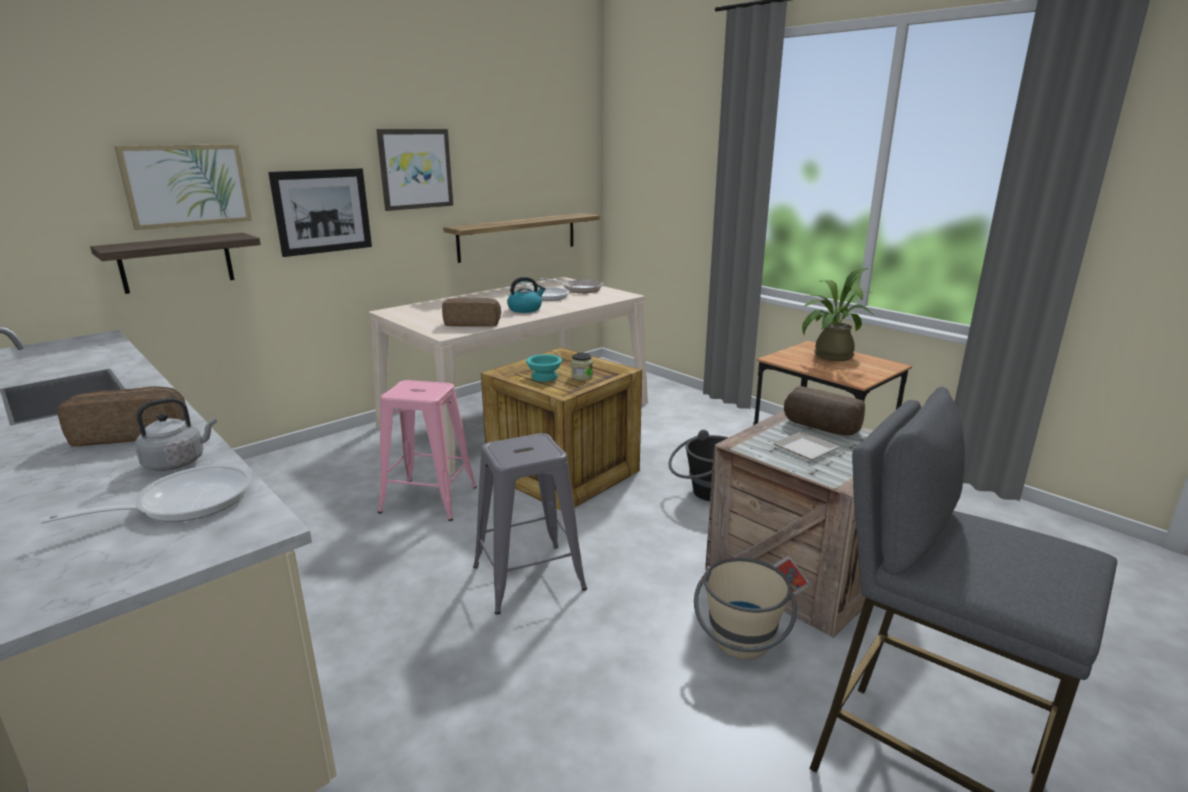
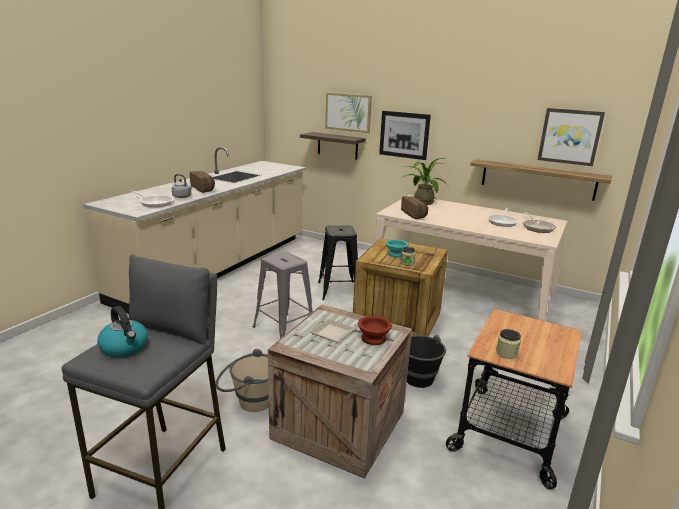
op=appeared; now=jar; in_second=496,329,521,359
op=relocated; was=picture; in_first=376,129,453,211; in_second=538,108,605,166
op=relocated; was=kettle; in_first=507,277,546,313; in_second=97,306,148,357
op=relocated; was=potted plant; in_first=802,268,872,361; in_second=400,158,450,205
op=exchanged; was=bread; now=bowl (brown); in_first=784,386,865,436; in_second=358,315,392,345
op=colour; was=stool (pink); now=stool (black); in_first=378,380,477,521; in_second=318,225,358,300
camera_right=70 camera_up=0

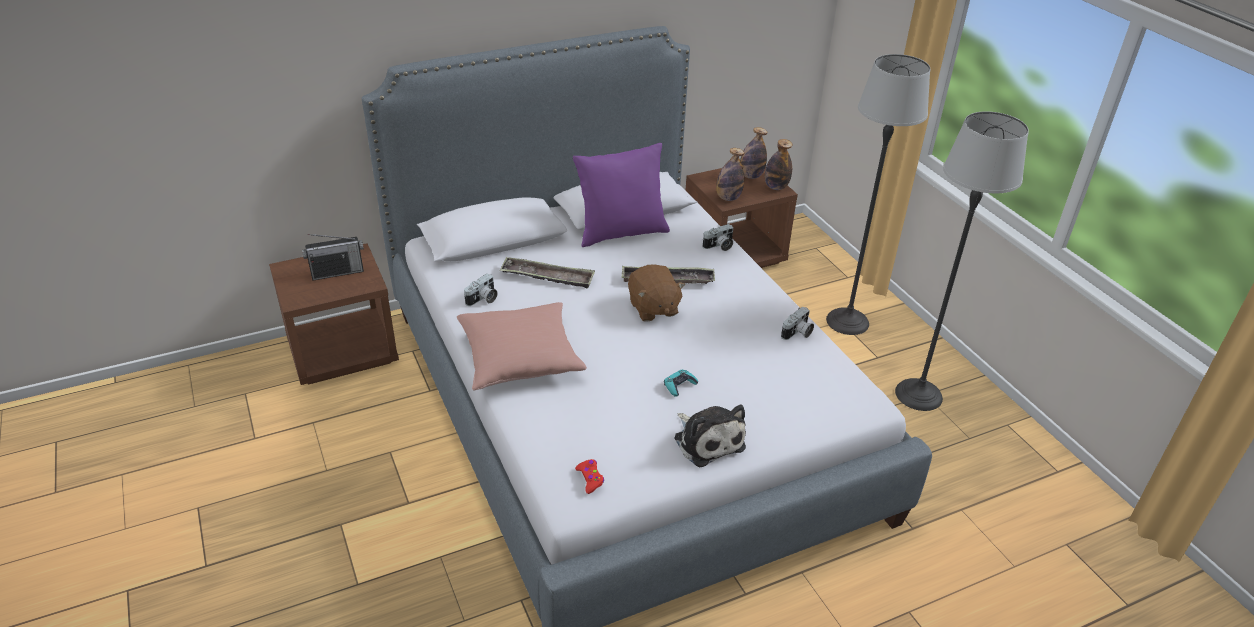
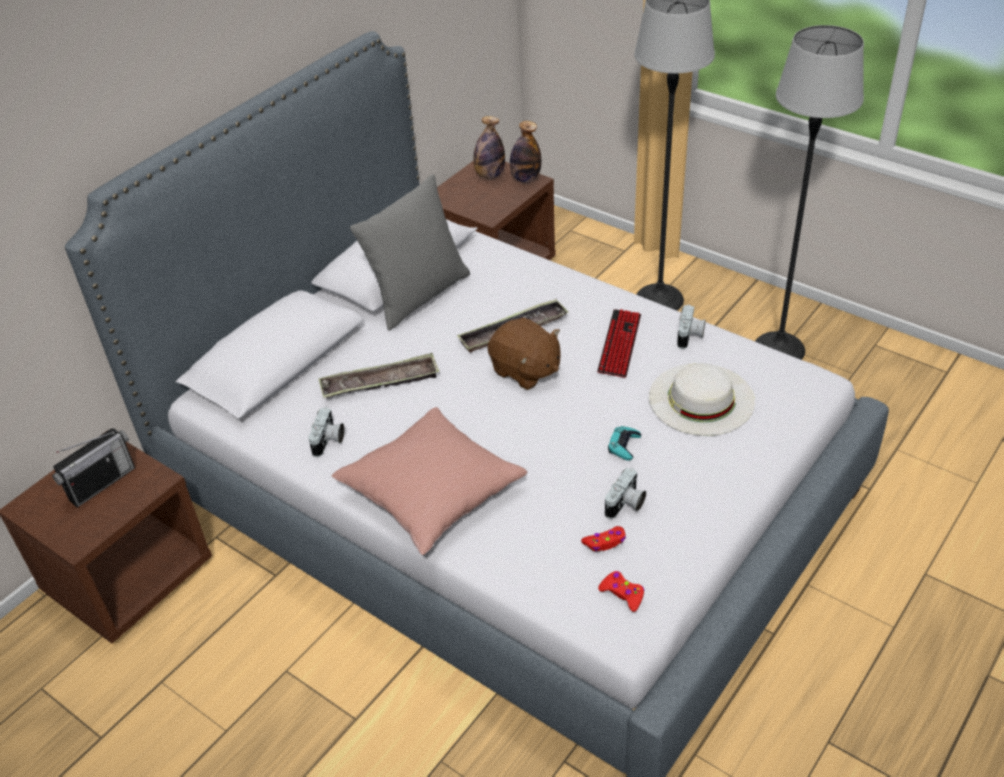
op=missing; was=plush toy; in_first=674,405,746,467
op=missing; was=bottle; in_first=716,148,744,201
op=appeared; now=game controller (red); in_second=581,526,626,552
op=appeared; now=keyboard; in_second=597,309,641,378
op=appeared; now=hat (white); in_second=649,363,755,436
op=relocated; was=photo camera; in_first=702,224,733,251; in_second=605,468,646,519
op=colour; was=pillow (purple); now=pillow (grey); in_first=573,143,670,247; in_second=350,174,470,331
camera_right=-25 camera_up=5

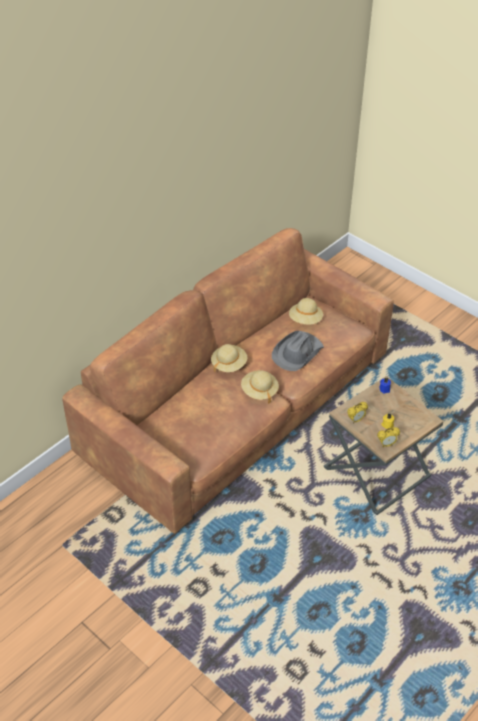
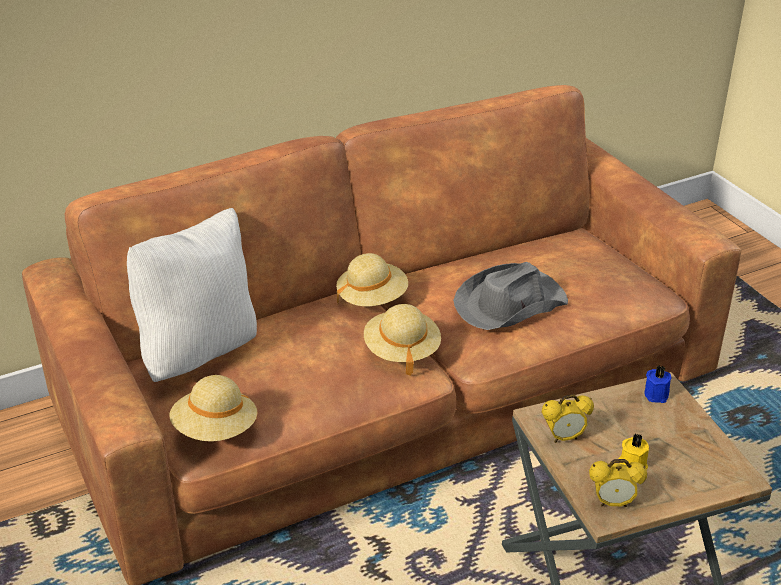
op=appeared; now=pillow (white); in_second=127,208,257,382
op=relocated; was=hat (beige); in_first=289,298,323,325; in_second=169,375,258,442
camera_right=20 camera_up=-10

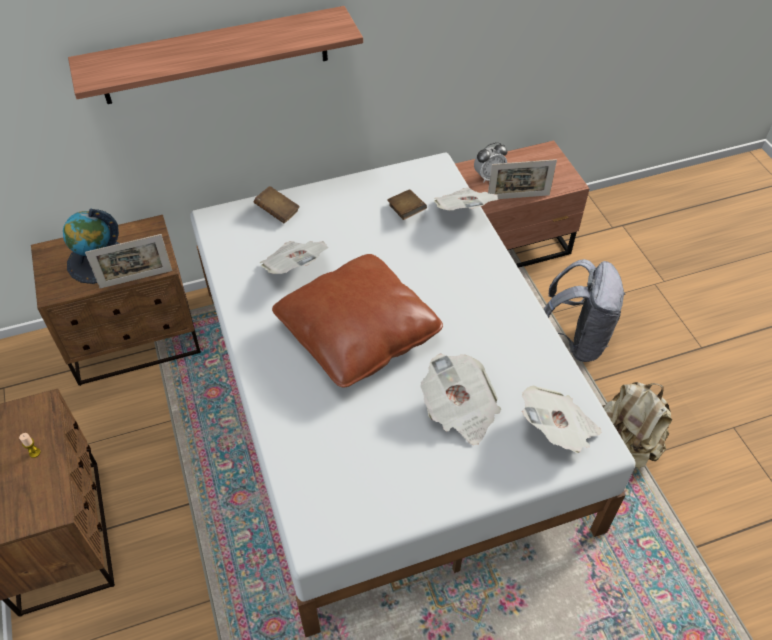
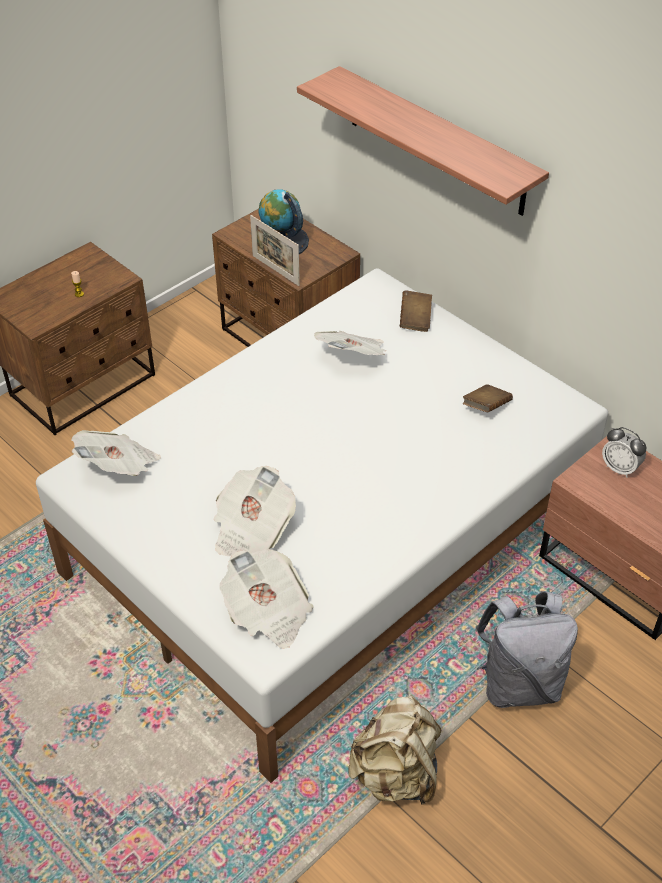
op=missing; was=pillow (brown); in_first=272,254,443,387
op=missing; was=picture frame; in_first=488,159,557,199
op=relocated; was=newspaper; in_first=434,188,498,210; in_second=71,430,161,476
camera_right=65 camera_up=-5

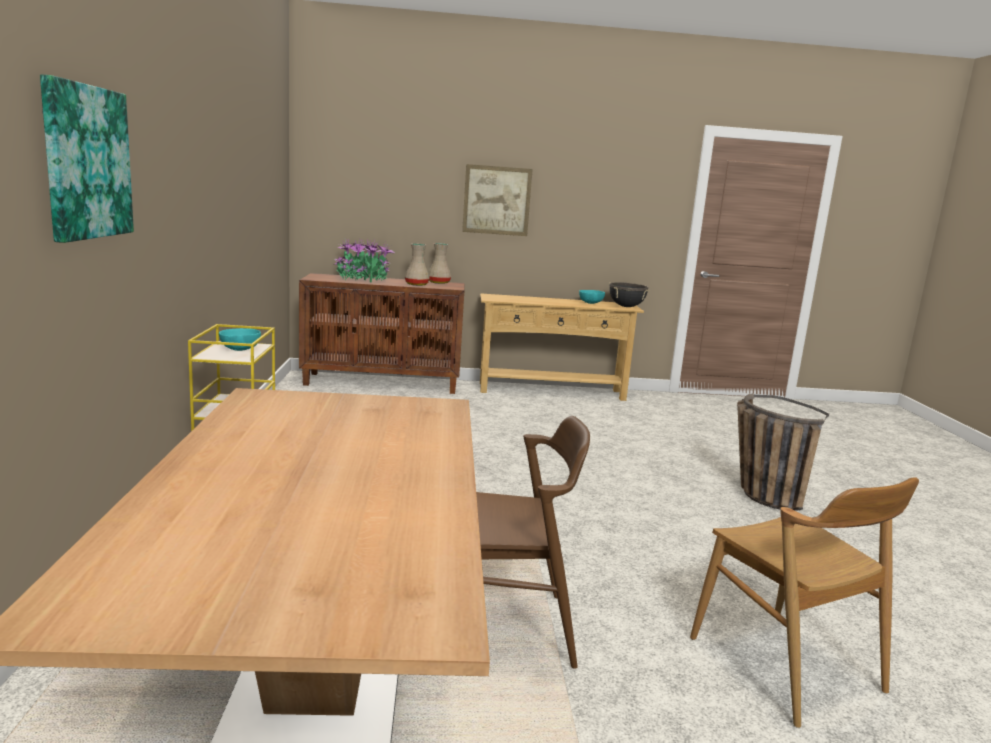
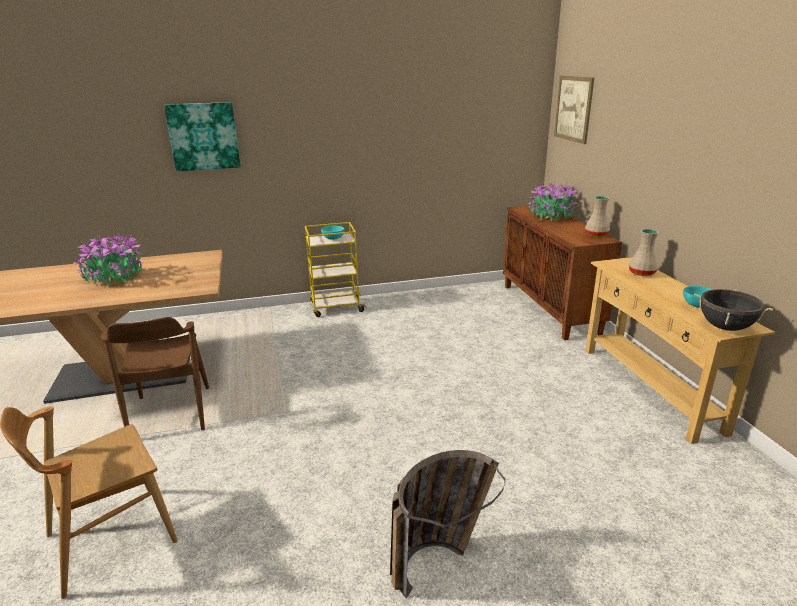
op=appeared; now=potted plant; in_second=73,231,143,287
op=relocated; was=vase (beige); in_first=405,244,430,286; in_second=629,229,659,276
op=relocated; was=picture; in_first=462,164,533,236; in_second=554,76,594,144
camera_right=80 camera_up=10

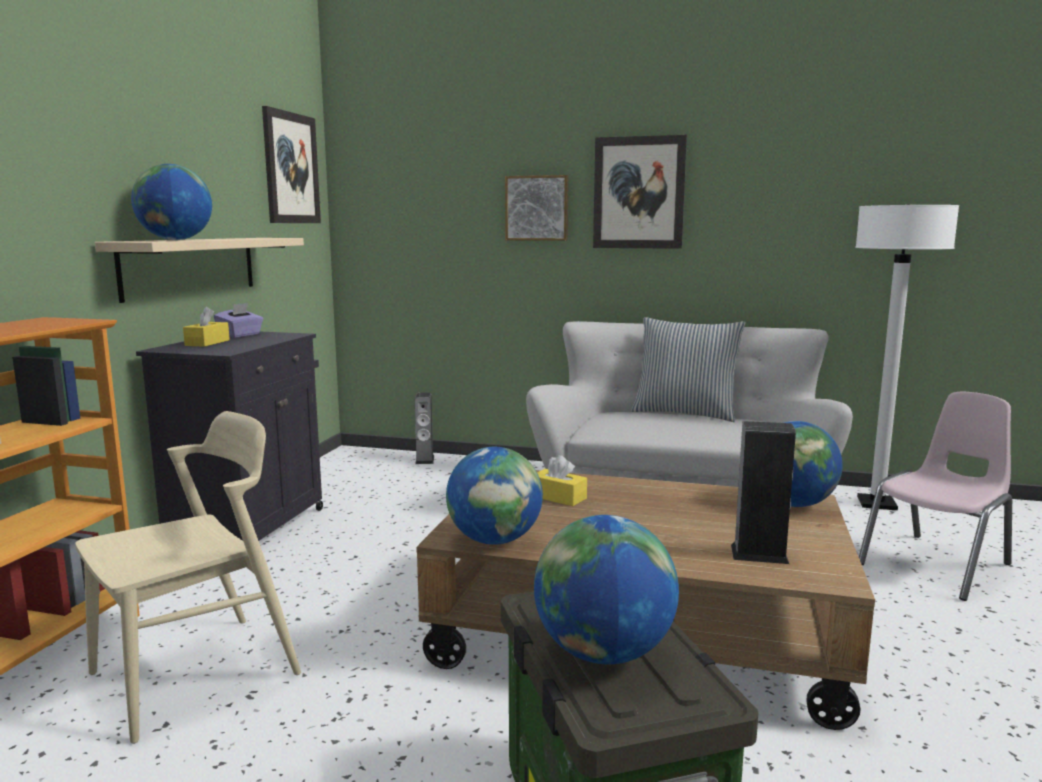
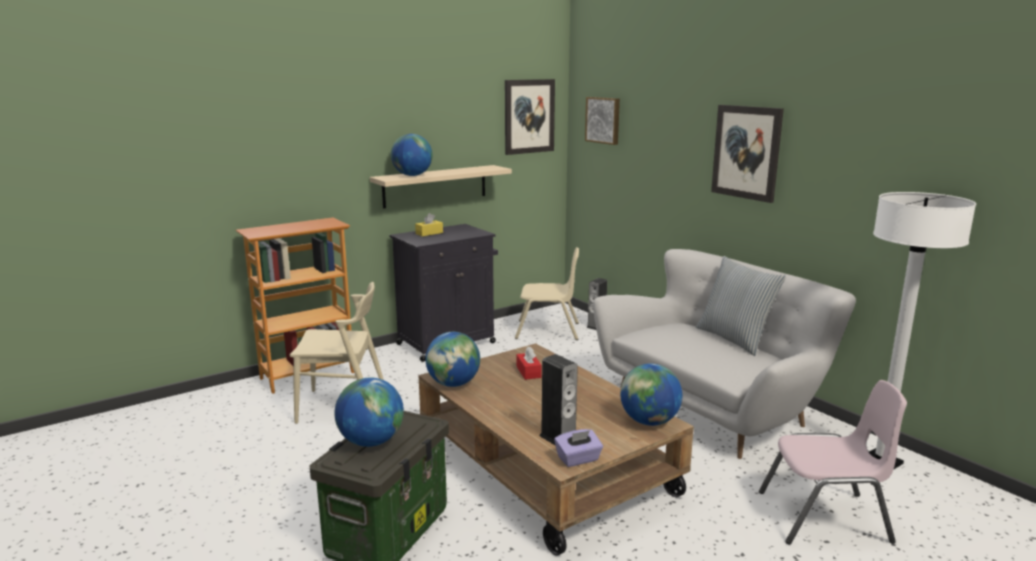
op=appeared; now=chair (beige); in_second=515,247,579,340
op=relocated; was=tissue box (purple); in_first=214,303,263,338; in_second=554,429,603,467
op=relocated; was=picture; in_first=505,175,568,241; in_second=585,97,620,145
op=colour; was=tissue box (yellow); now=tissue box (red); in_first=537,455,587,506; in_second=517,347,542,380
camera_right=40 camera_up=5

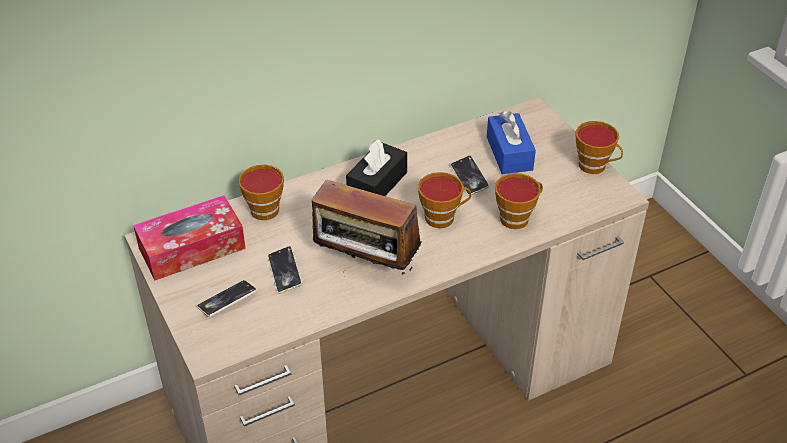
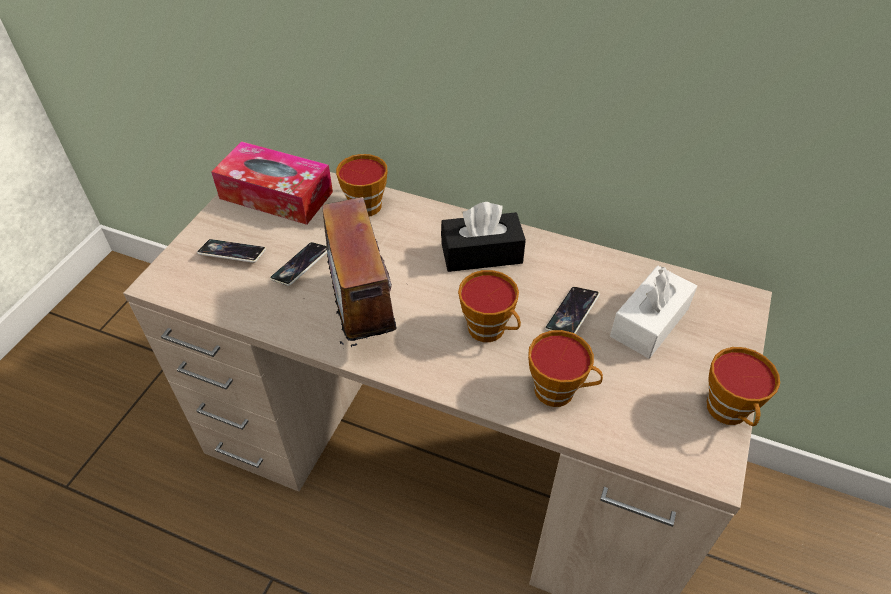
op=colour; was=tissue box (blue); now=tissue box (white); in_first=487,111,536,174; in_second=610,266,697,359
camera_right=50 camera_up=5

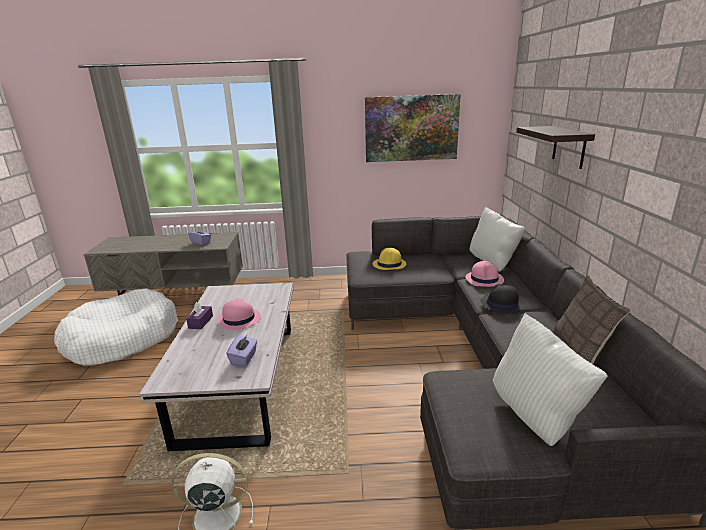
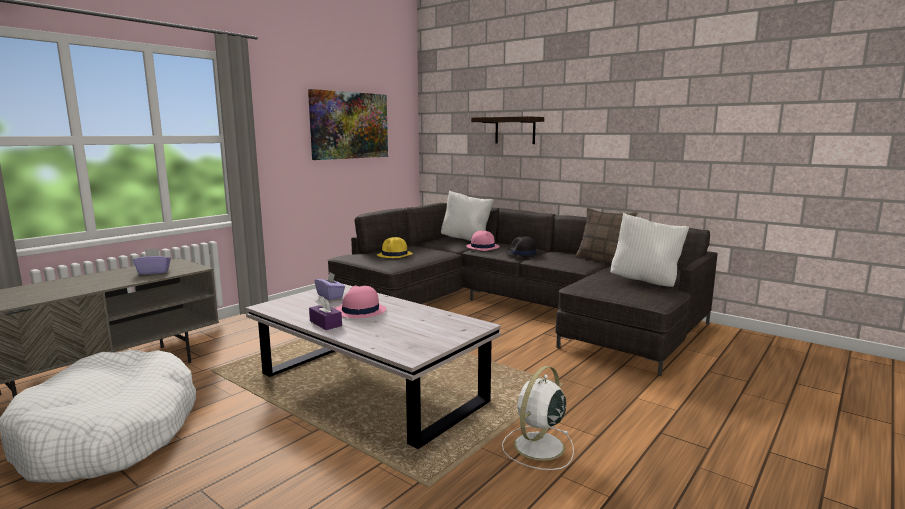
op=relocated; was=tissue box (purple); in_first=226,335,257,366; in_second=315,273,345,300
camera_right=-50 camera_up=-10

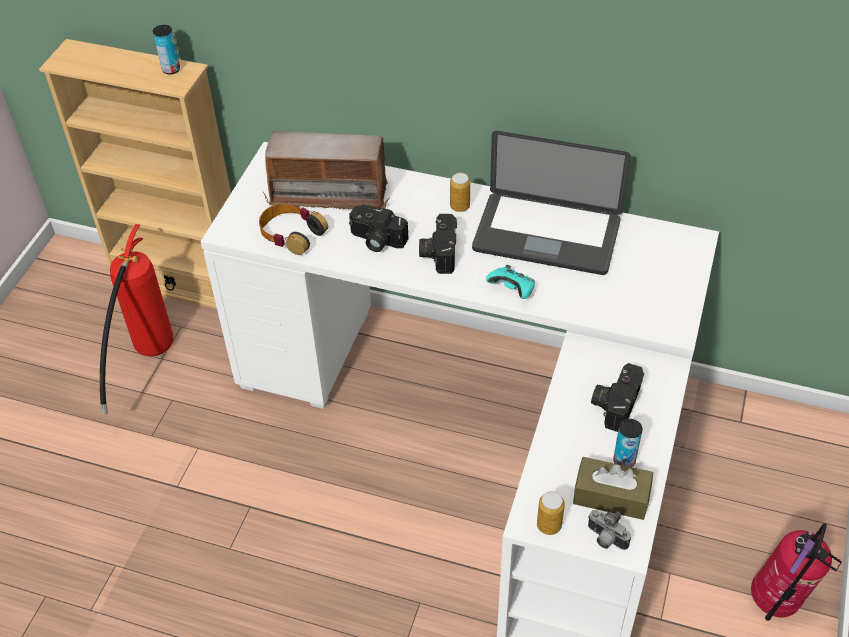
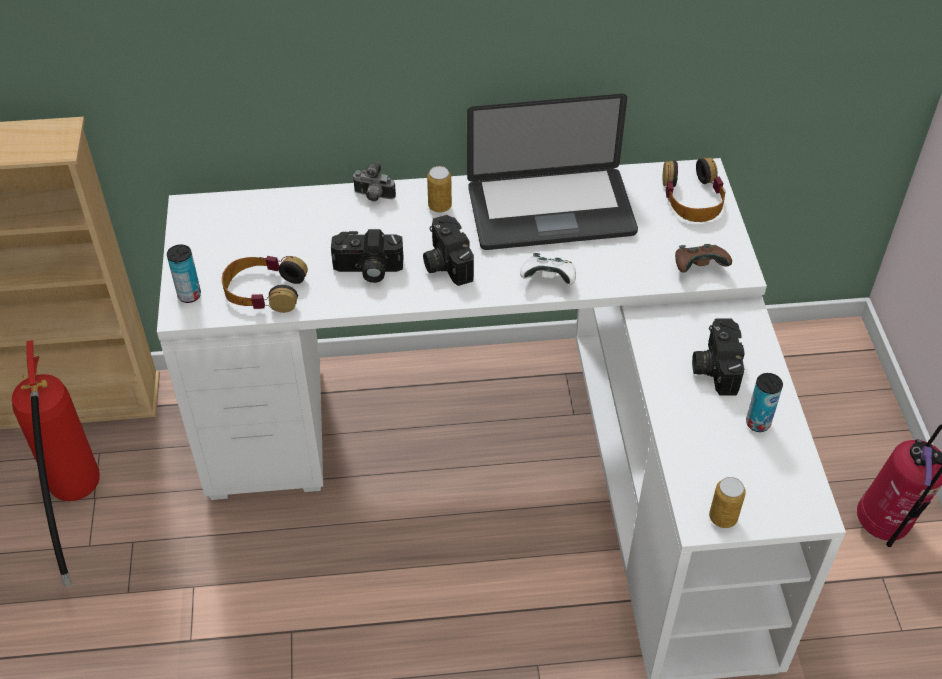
op=missing; was=radio; in_first=263,131,389,210
op=missing; was=tissue box (brown); in_first=573,457,653,520
op=appeared; now=headphones; in_second=663,158,726,222
op=appeared; now=game controller (brown); in_second=675,244,732,273
op=relocated; was=can; in_first=153,25,180,75; in_second=167,244,201,303
op=relocated; was=photo camera; in_first=588,510,631,550; in_second=352,162,396,201
op=colour; was=game controller (turquoise); now=game controller (white); in_first=486,265,535,299; in_second=520,253,576,285
camera_right=-25 camera_up=0

